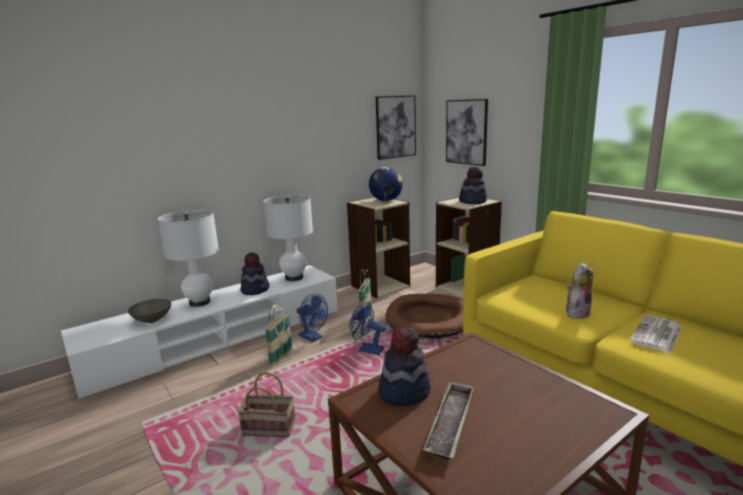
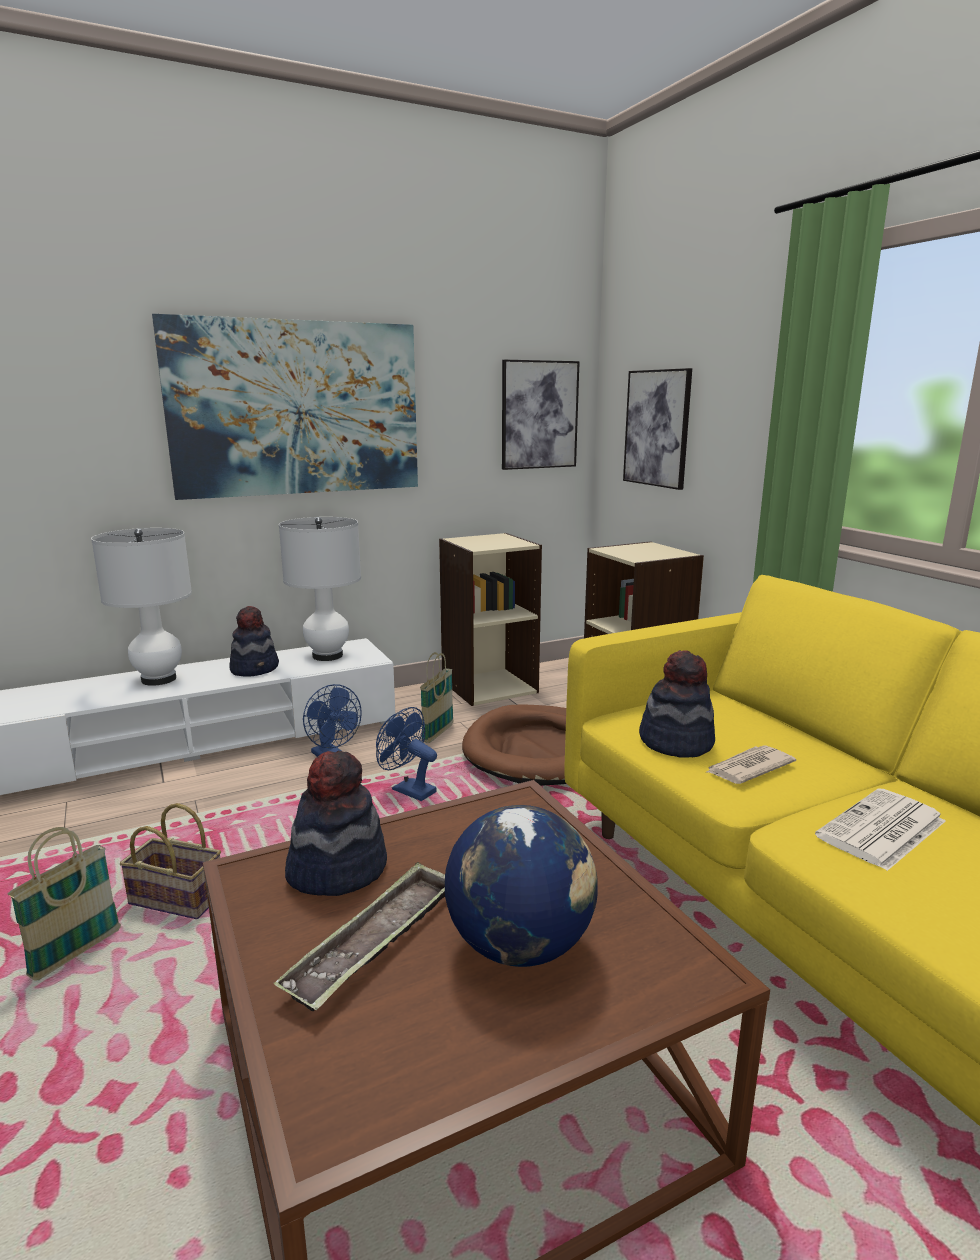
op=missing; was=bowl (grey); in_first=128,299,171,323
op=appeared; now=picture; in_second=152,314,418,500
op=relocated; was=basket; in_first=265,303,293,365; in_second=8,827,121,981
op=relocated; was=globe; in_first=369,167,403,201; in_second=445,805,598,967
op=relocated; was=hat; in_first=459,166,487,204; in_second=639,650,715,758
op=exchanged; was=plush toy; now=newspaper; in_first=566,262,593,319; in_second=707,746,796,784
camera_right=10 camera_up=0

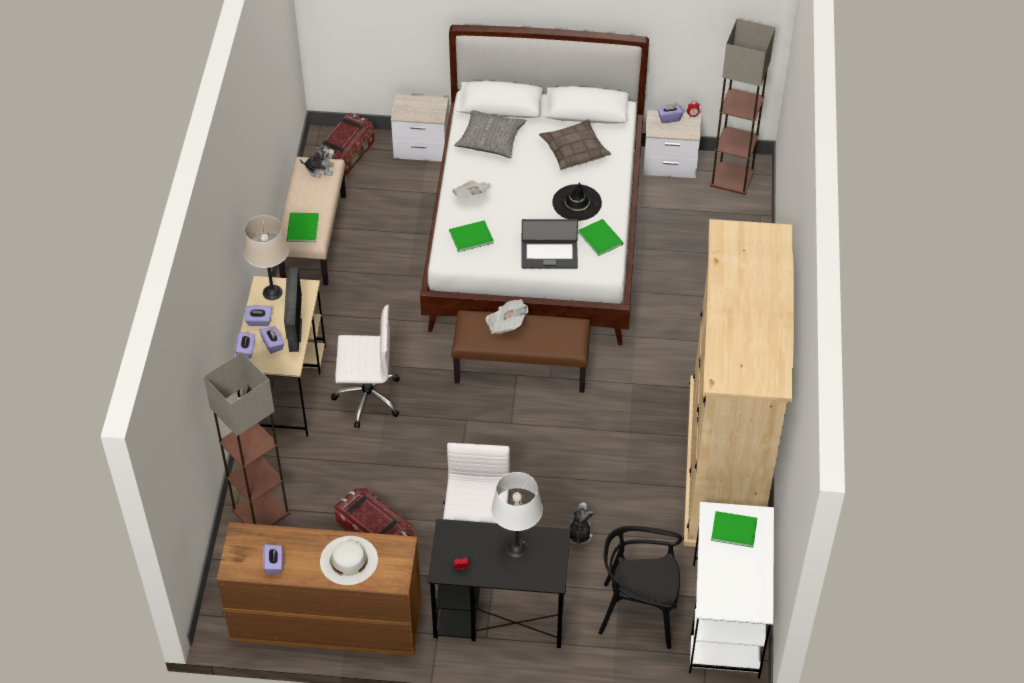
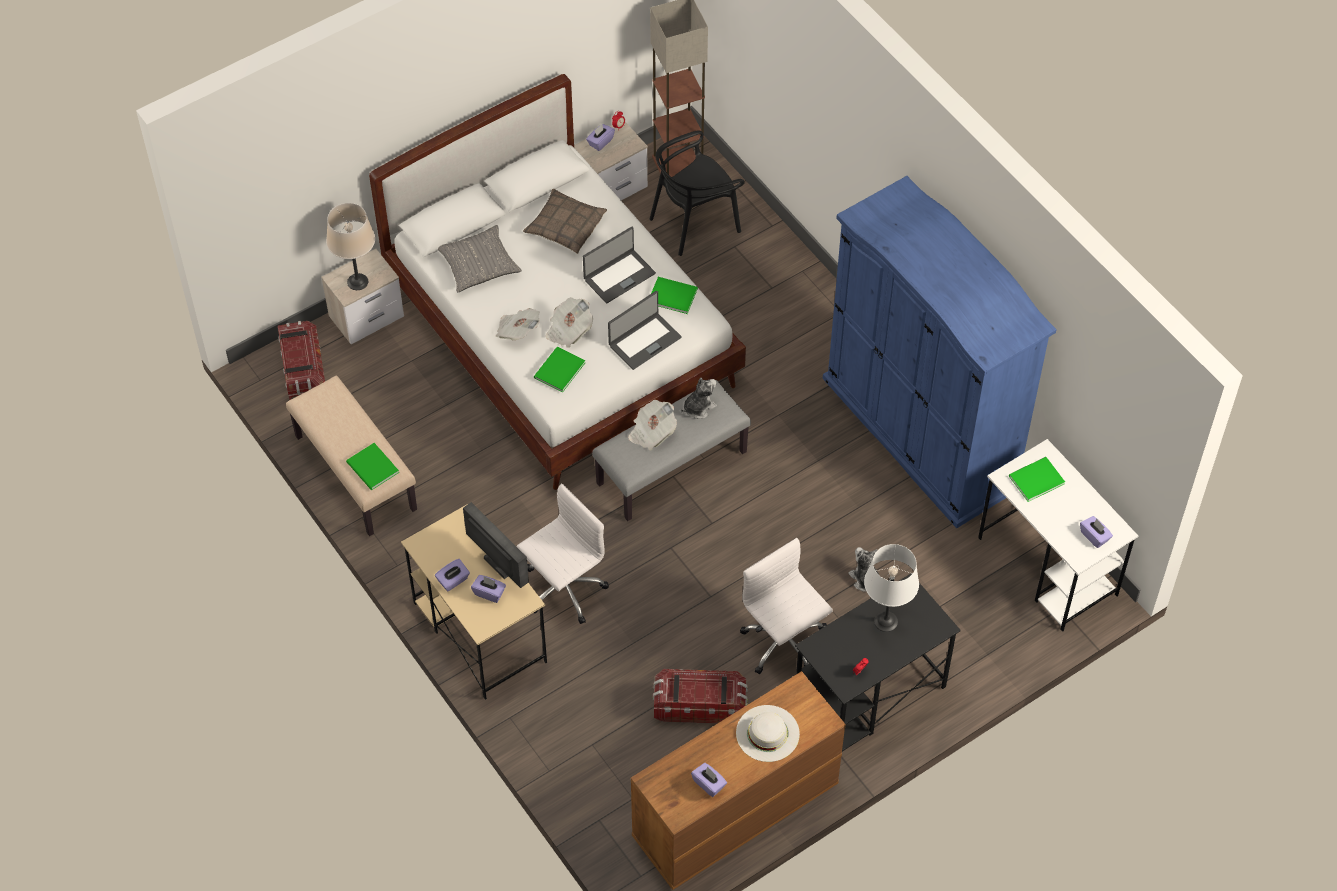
op=missing; was=floor lamp; in_first=203,352,290,525
op=appeared; now=newspaper; in_second=546,297,593,348
op=relocated; was=tissue box (purple); in_first=235,331,255,359; in_second=1080,516,1113,548
op=relocated; was=table lamp (beige); in_first=243,215,289,300; in_second=326,203,375,290
op=relocated; was=plush toy; in_first=300,141,334,178; in_second=681,378,717,419
op=relocated; was=chair (black); in_first=599,526,682,649; in_second=649,130,745,256
op=exchanged; was=hat (black); now=laptop; in_first=552,182,602,221; in_second=583,227,656,303
op=colour; was=bench (brown); now=bench (grey); in_first=451,310,591,393; in_second=592,380,751,521
op=colour; was=wardrobe (beige); now=wardrobe (blue); in_first=683,219,794,547; in_second=823,176,1057,528
camera_right=-40 camera_up=5

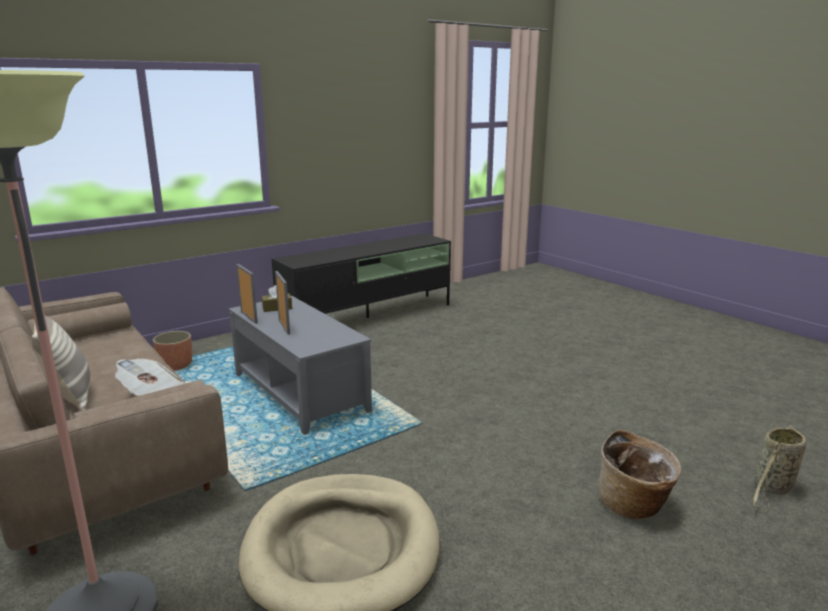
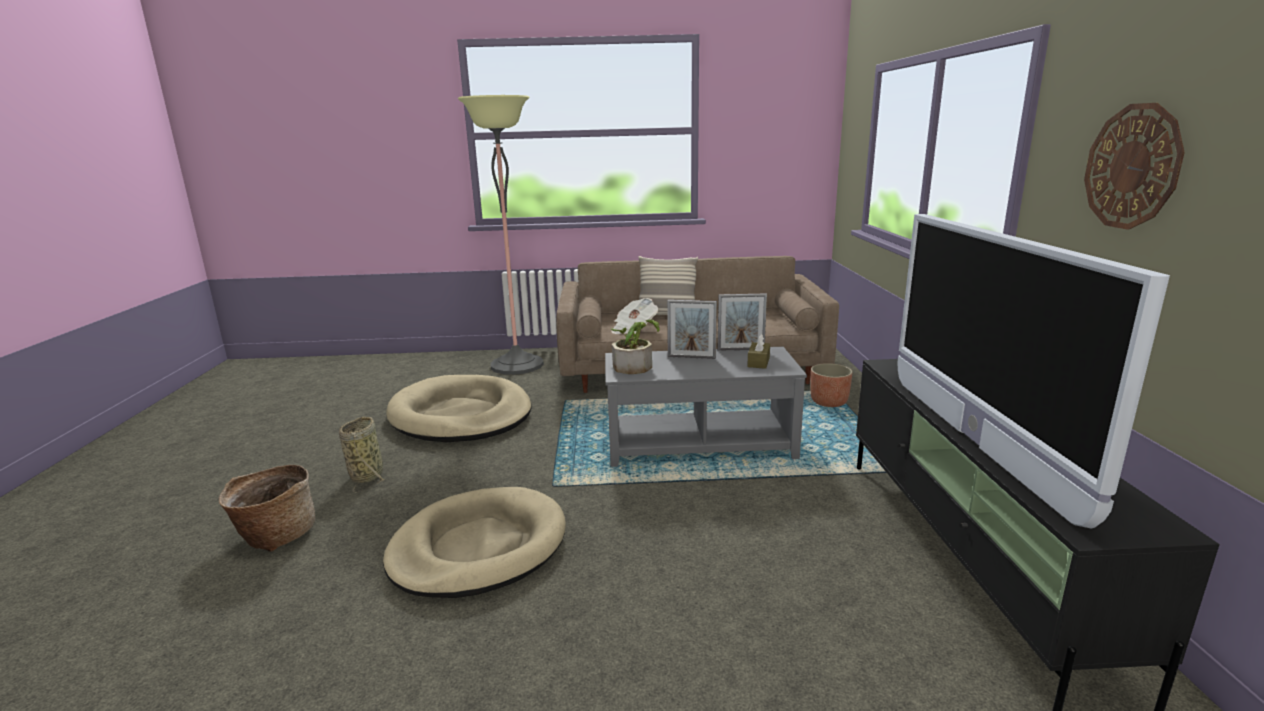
op=appeared; now=dog bed (beige); in_second=383,487,566,598
op=appeared; now=potted plant; in_second=611,320,660,374
op=appeared; now=television; in_second=897,214,1170,529
op=appeared; now=wall clock; in_second=1084,103,1185,230
op=relocated; was=basket; in_first=753,425,807,512; in_second=339,417,385,493
camera_right=125 camera_up=0

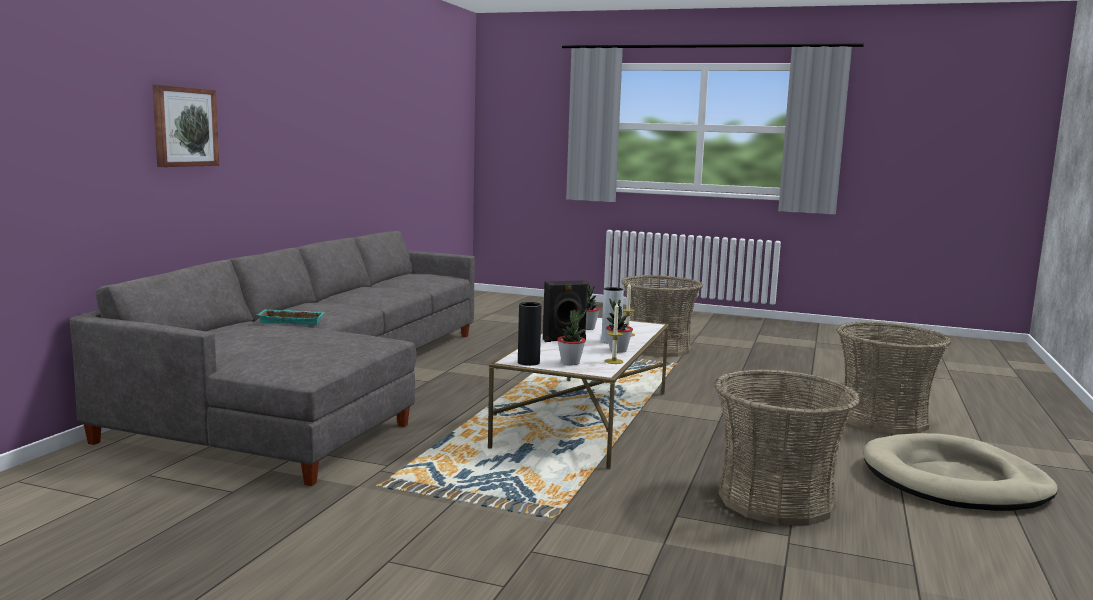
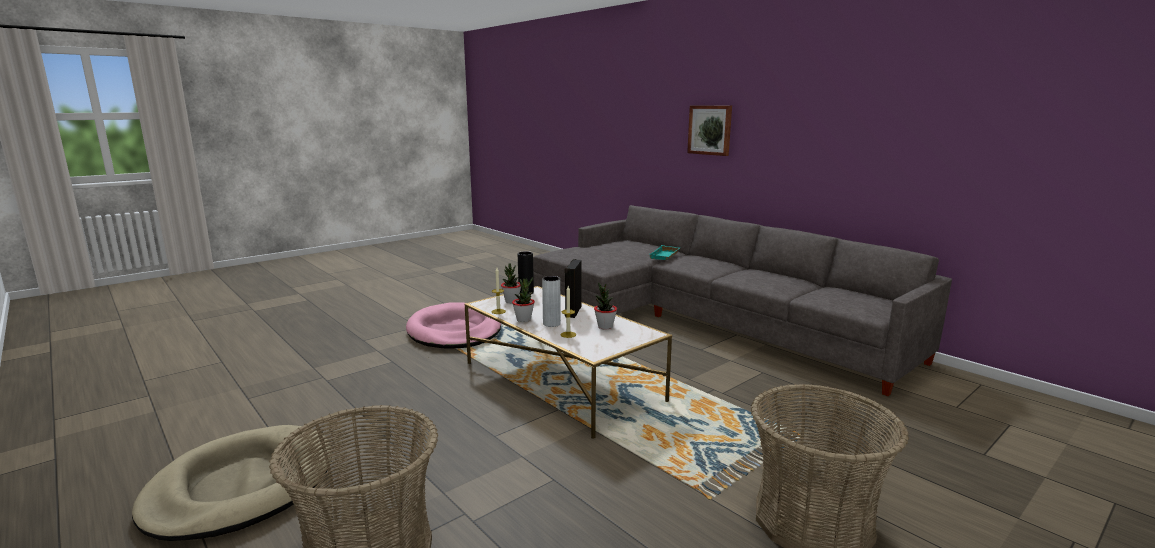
op=missing; was=basket; in_first=714,369,860,526
op=appeared; now=dog bed (pink); in_second=406,302,501,349
camera_right=120 camera_up=5

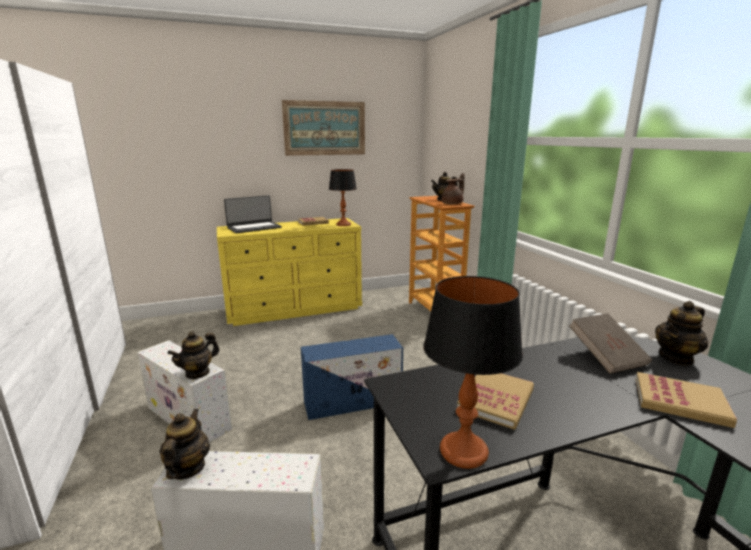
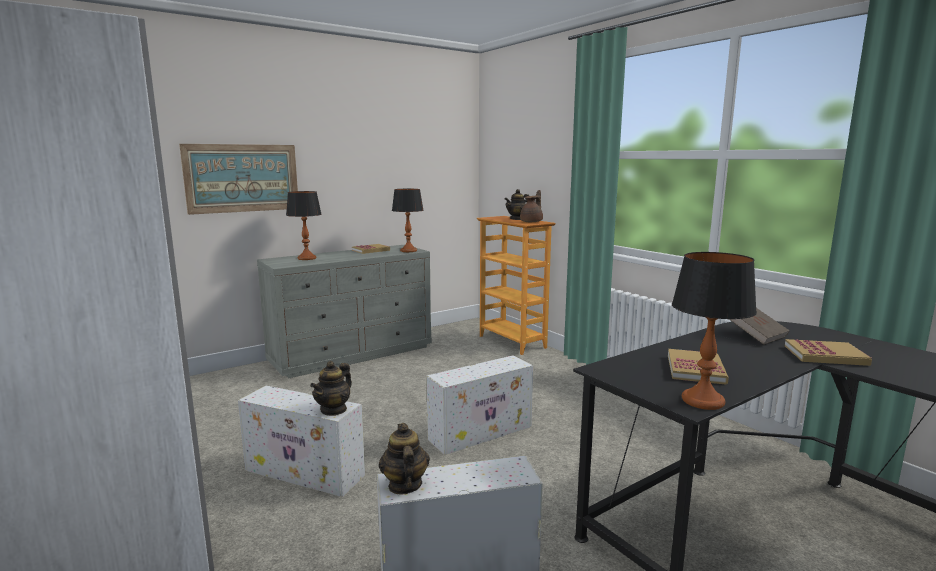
op=missing; was=teapot; in_first=655,301,708,366
op=relocated; was=picture; in_first=282,100,365,156; in_second=179,144,298,215
op=exchanged; was=laptop; now=table lamp; in_first=224,195,282,233; in_second=286,191,322,260
op=colour; was=dresser (yellow); now=dresser (grey); in_first=217,218,362,326; in_second=257,245,432,378
op=colour; was=storage box (blue); now=storage box (white); in_first=301,334,403,420; in_second=426,355,533,455
camera_right=-15 camera_up=-5

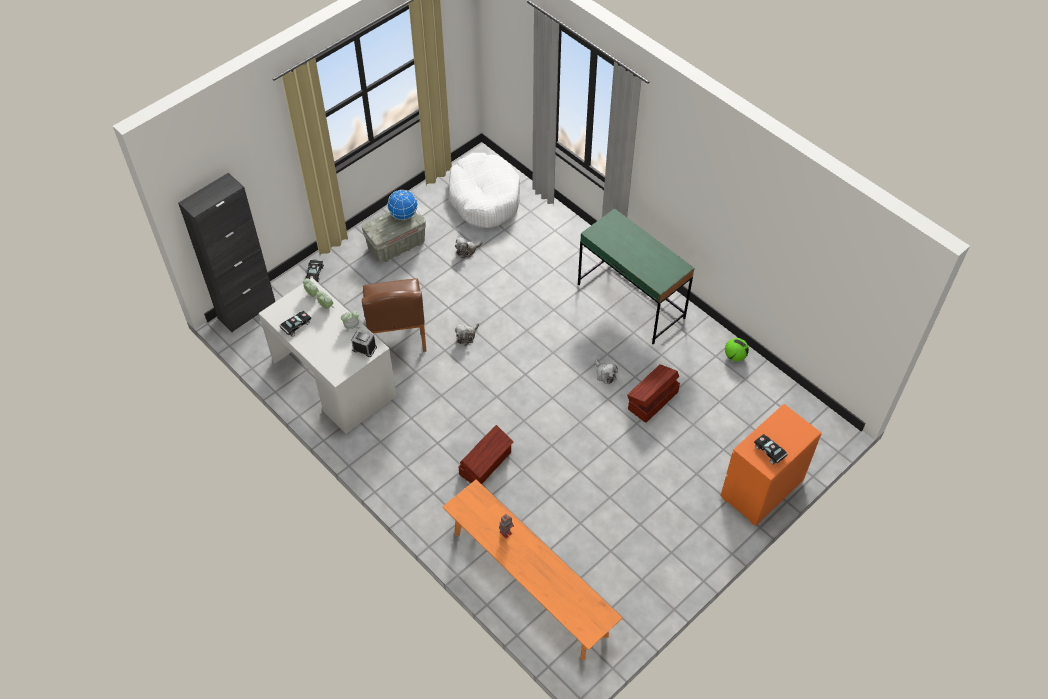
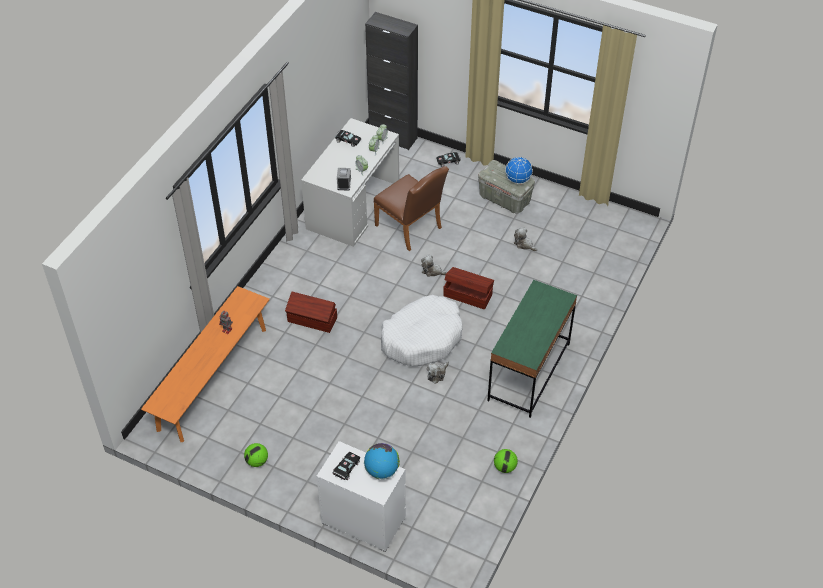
op=appeared; now=football; in_second=244,443,268,467
op=appeared; now=globe; in_second=364,443,400,480
op=relocated; was=dog bed (white); in_first=449,153,520,228; in_second=381,295,463,366
op=relocated; was=storage box (brown); in_first=627,364,680,423; in_second=443,267,494,310
op=colour; was=dresser (orange); now=dresser (white); in_first=721,404,822,526; in_second=317,441,406,552
op=spun; was=chair (brown); in_first=362,279,427,352; in_second=373,166,449,251; clockwise=-105
camera_right=70 camera_up=-5

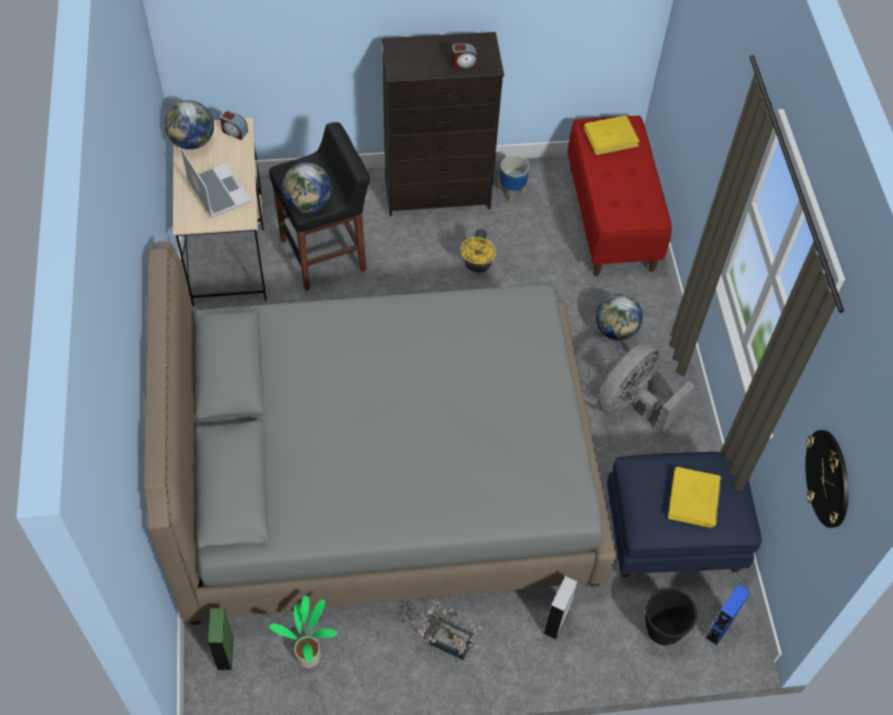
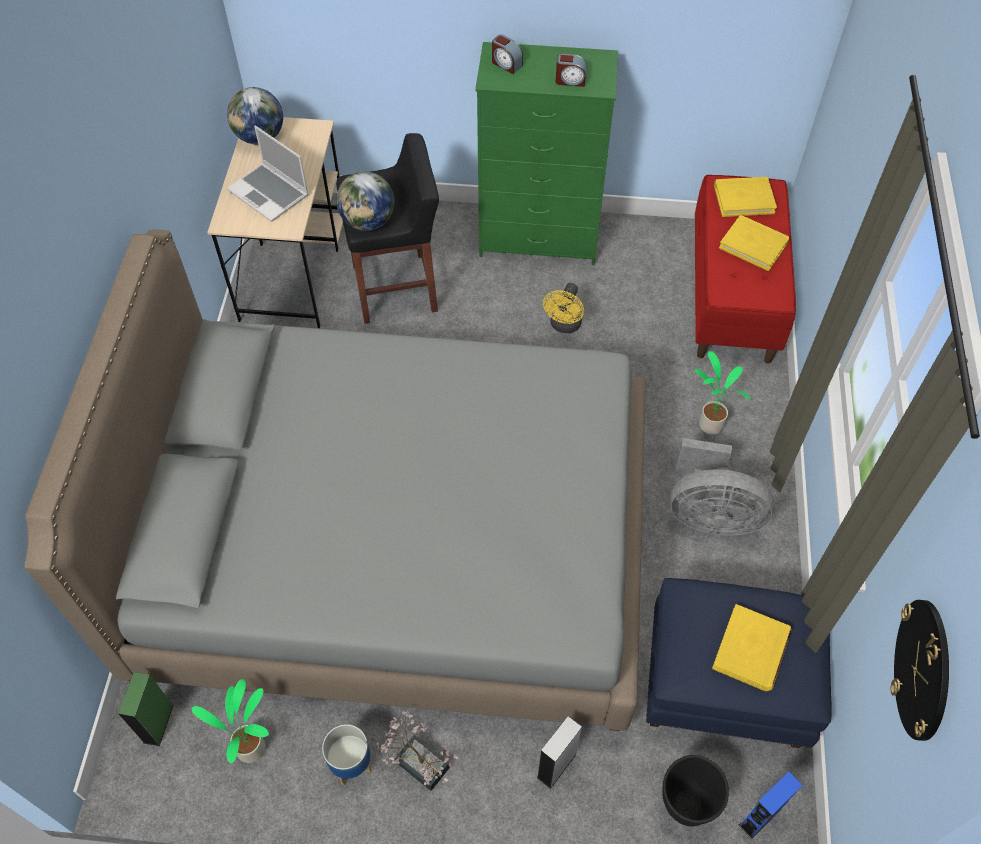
op=appeared; now=book (yellow); in_second=719,215,789,271
op=relocated; was=alarm clock; in_first=220,110,248,140; in_second=492,35,523,74
op=relocated; was=planter; in_first=498,155,529,202; in_second=322,724,372,785
op=exchanged; was=globe; now=potted plant; in_first=595,293,643,341; in_second=695,351,750,435
op=colour; was=dresser (black); now=dresser (green); in_first=382,32,504,216; in_second=475,42,618,265
op=spun; was=laptop; in_first=181,148,251,218; in_second=227,125,309,222; clockwise=150
op=spun; was=fan (grey); in_first=597,342,695,433; in_second=670,438,775,536; clockwise=-135
camera_right=15 camera_up=0

